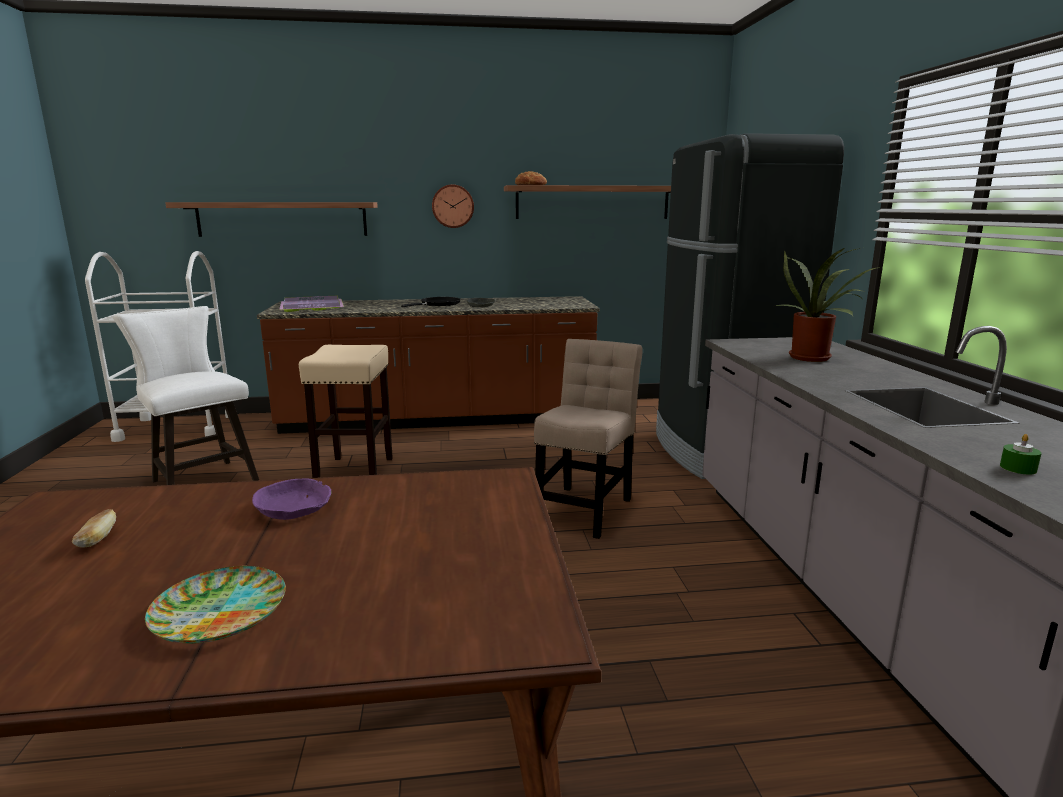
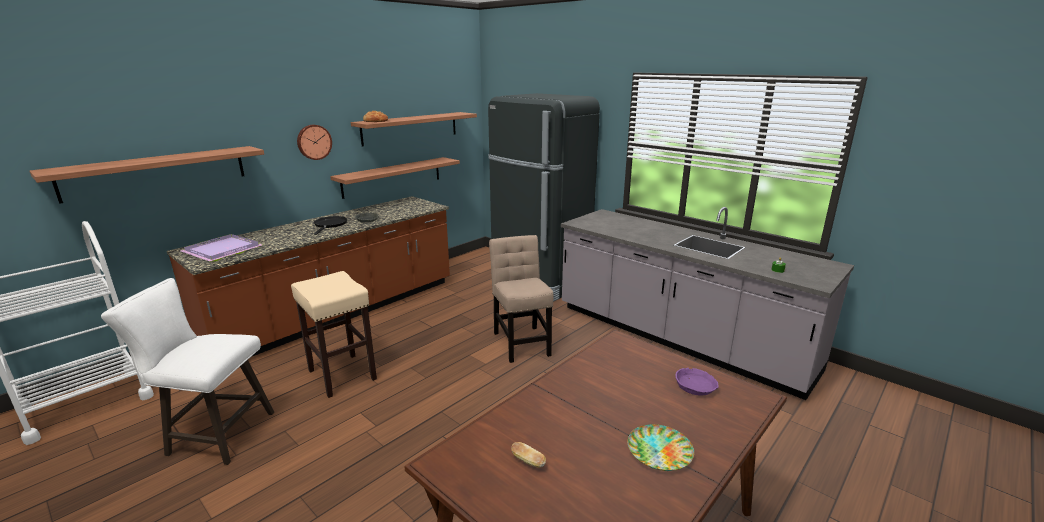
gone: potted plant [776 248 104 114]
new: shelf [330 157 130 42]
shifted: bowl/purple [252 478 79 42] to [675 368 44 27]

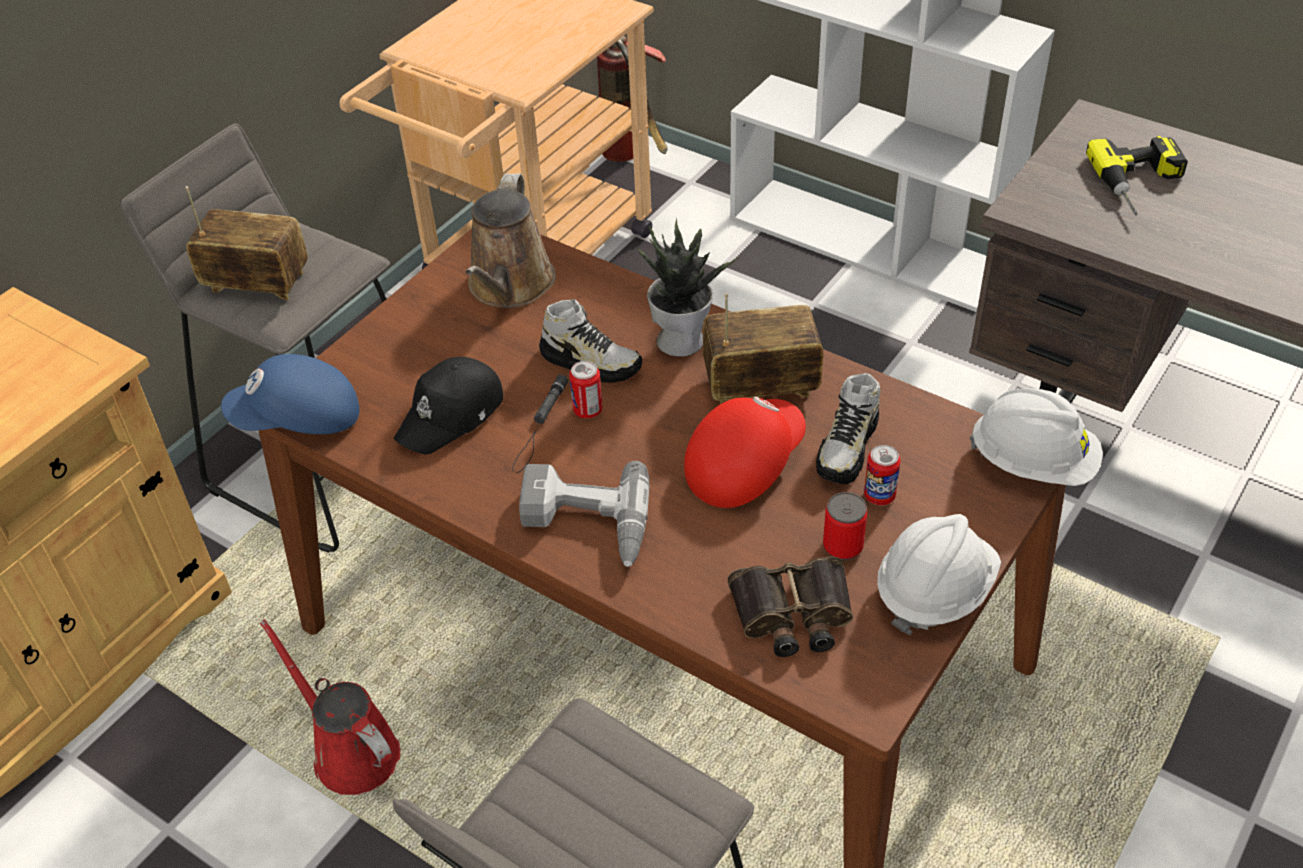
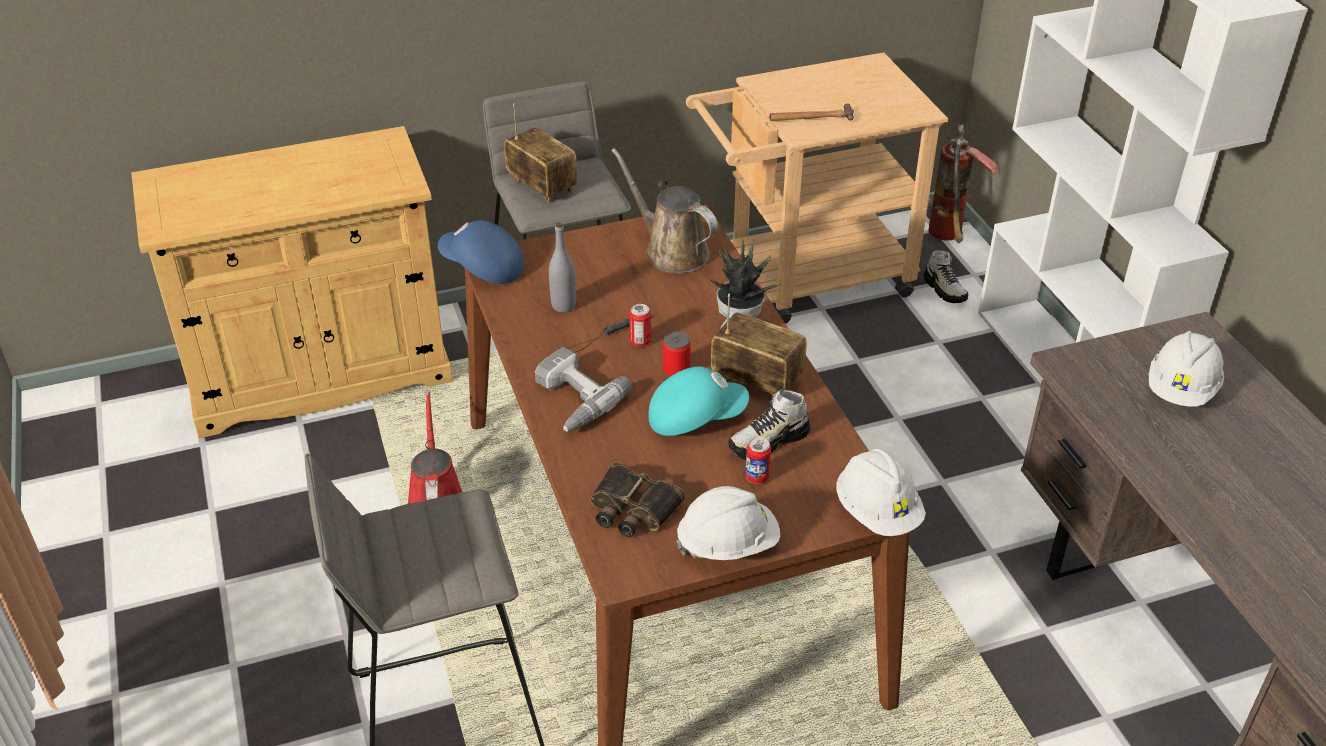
new: hammer [769 104 85 17]
shifted: shoe [539 299 104 84] to [924 250 44 53]; can [823 492 44 68] to [663 331 28 46]
swapped: cap/black [394 357 109 98] to bottle/grey [549 222 27 90]; power drill [1086 136 102 80] to hard hat/white [1149 331 75 76]
repainted: cap/red [684 397 122 111] to cap/turquoise [649 366 100 70]
rotated: watering can/brown [466 173 90 135] = [611 148 107 125] 90 degrees clockwise

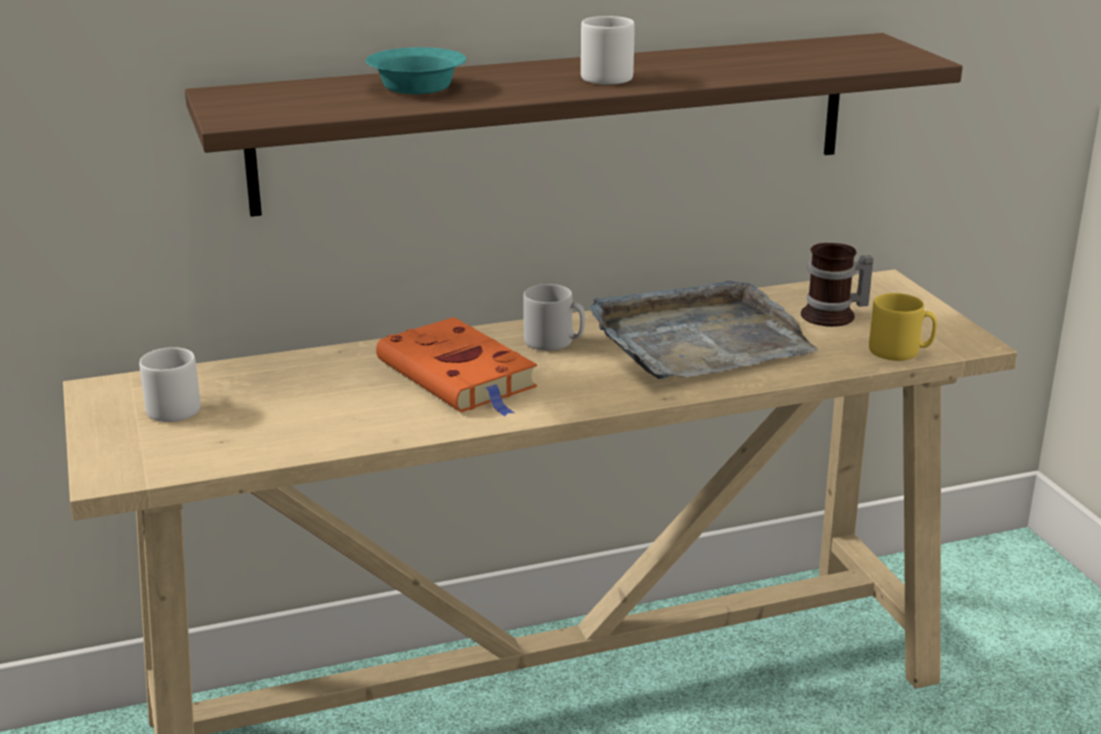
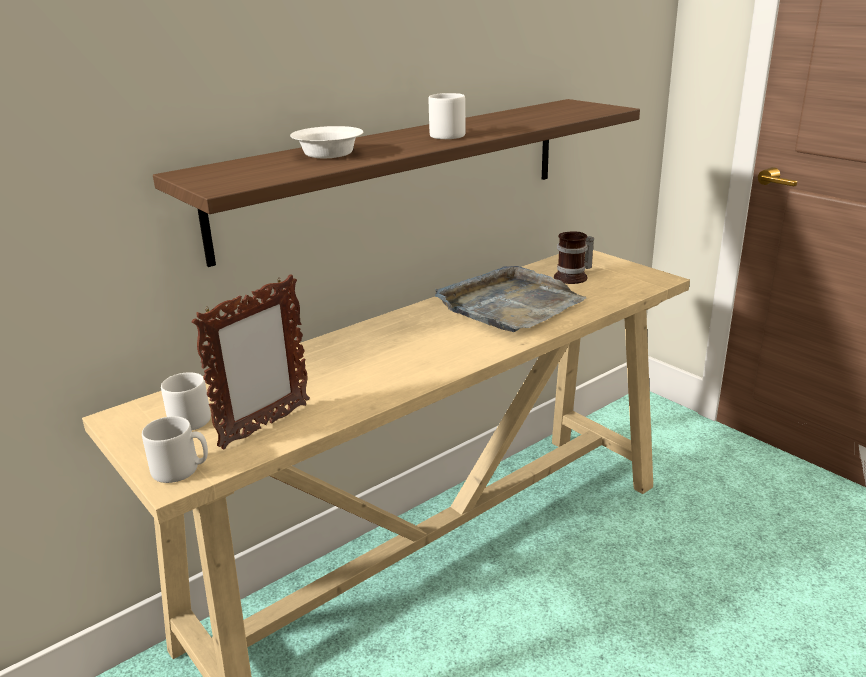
gone: book/orange [376 317 161 99]; mug/yellow [869 293 68 68]
new: picture frame [192 274 118 176]
shifted: mug/grey [523 284 62 67] to [142 416 66 67]
repainted: bowl/turquoise [366 47 100 47] to bowl/white [290 126 73 32]

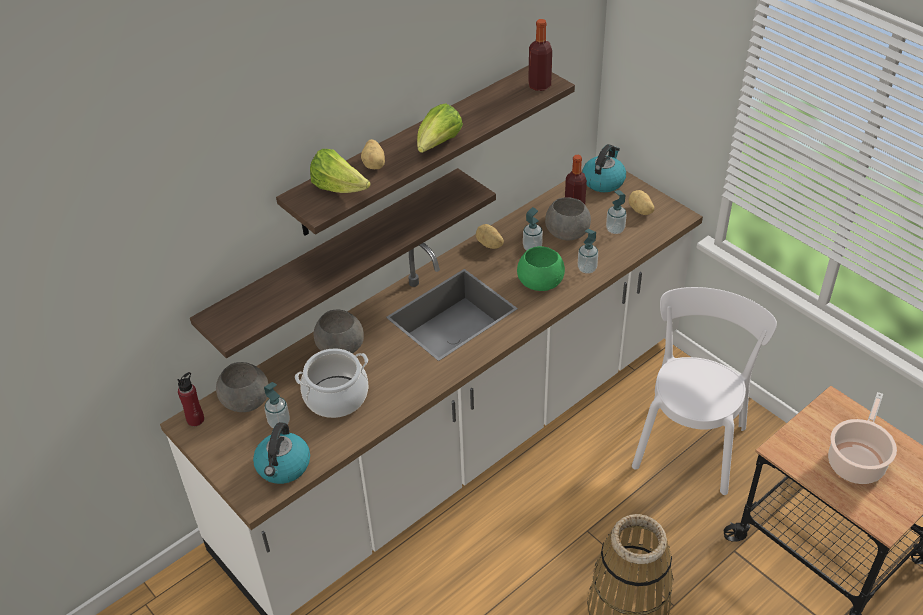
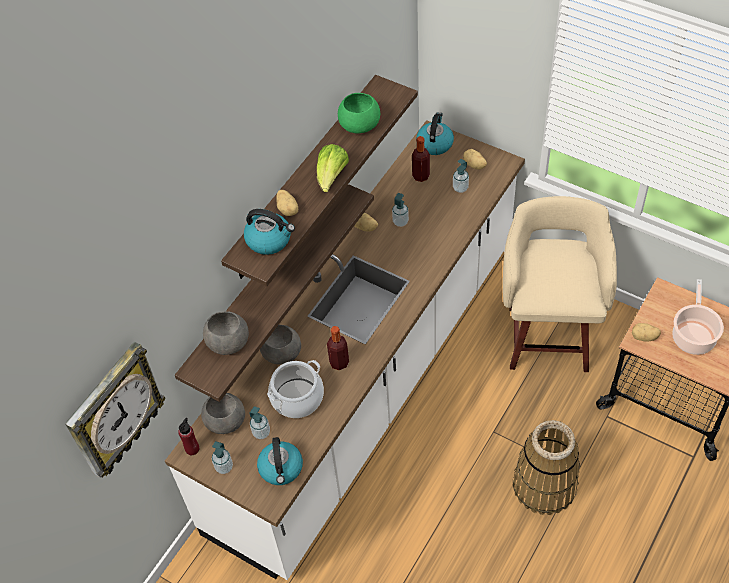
new: wall clock [65 342 101 136]; potato [632 323 29 19]
shifted: bowl/green [517 246 48 45] to [338 93 42 41]; bottle [528 19 24 72] to [327 326 22 44]; bowl/grey [545 197 46 43] to [203 311 46 44]; soap dispenser [578 229 20 45] to [212 441 21 33]
swapped: lettuce [310 149 61 44] to kettle [244 209 51 46]; chair/white [632 287 145 208] to stool/beige [503 196 114 176]

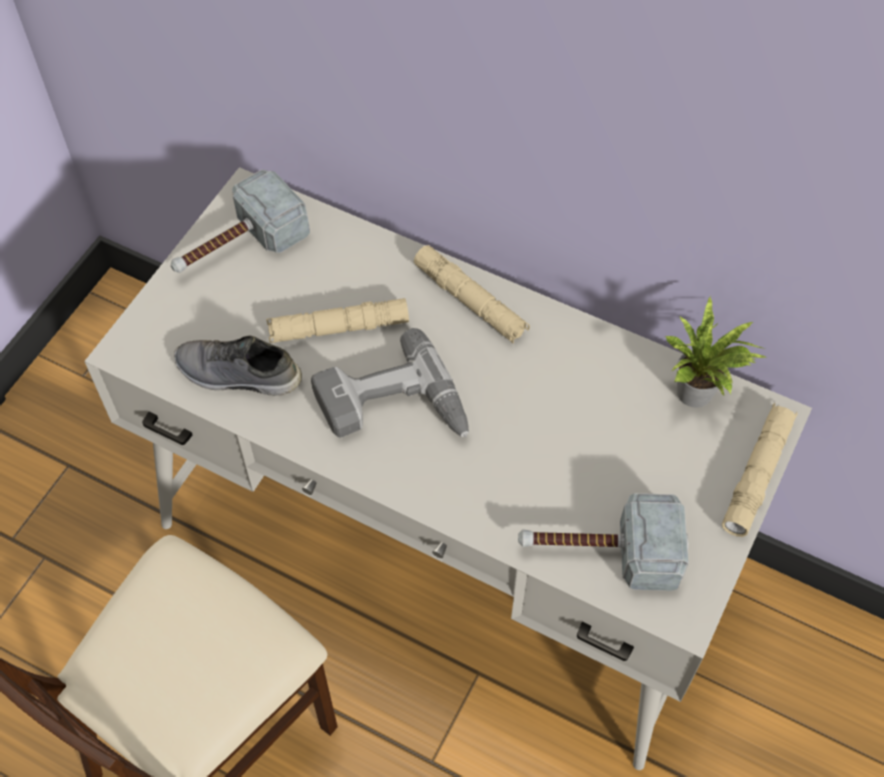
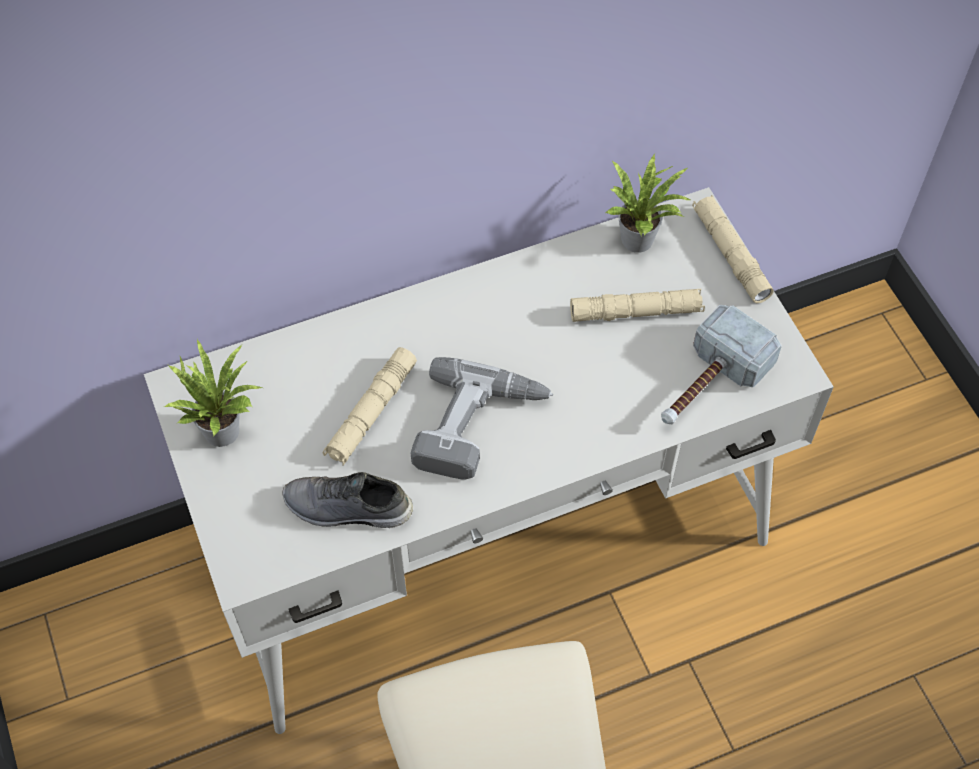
shifted: flashlight/beige [414 245 116 99] to [570 289 135 33]
swapped: hammer [171 170 139 103] to potted plant [164 340 98 107]
rotated: shoe/grey [174 336 128 60] = [283 472 130 56] 45 degrees clockwise

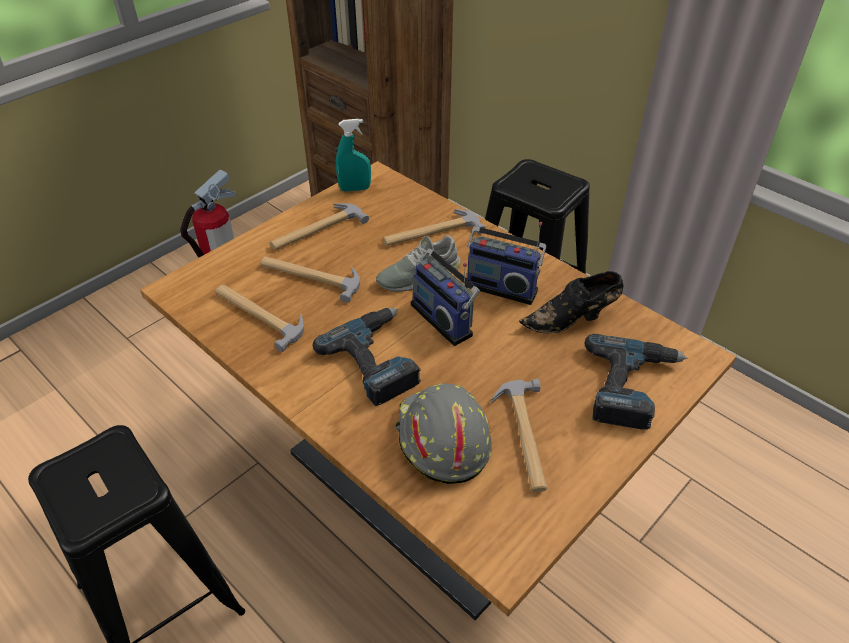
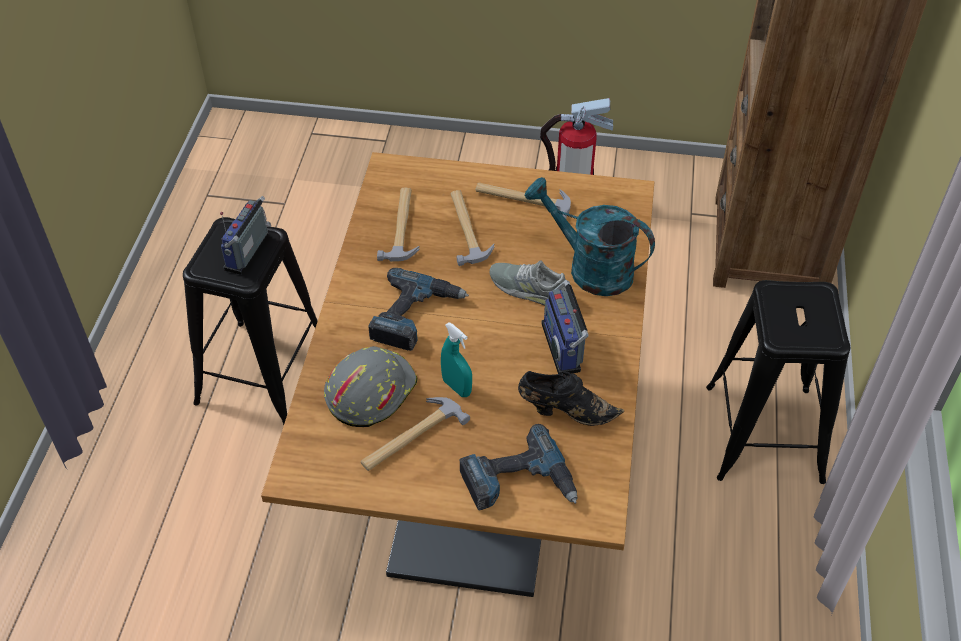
shifted: spray bottle/turquoise [336 119 35 72] to [441 322 31 75]; radio [411 248 69 98] to [220 196 51 79]
swapped: hammer [383 209 103 37] to watering can/turquoise [525 177 130 119]
rotated: shoe/black [519 271 104 62] = [518 371 106 55] 150 degrees clockwise

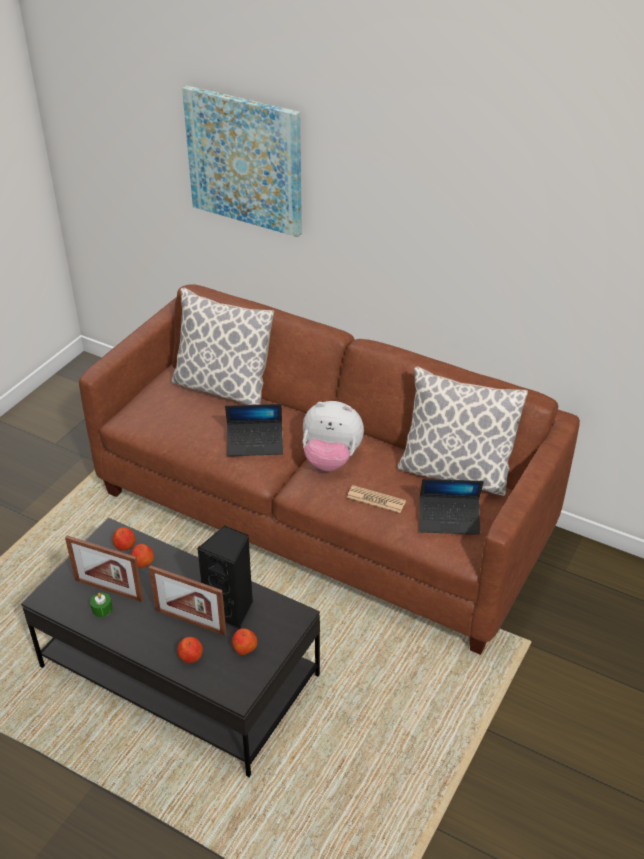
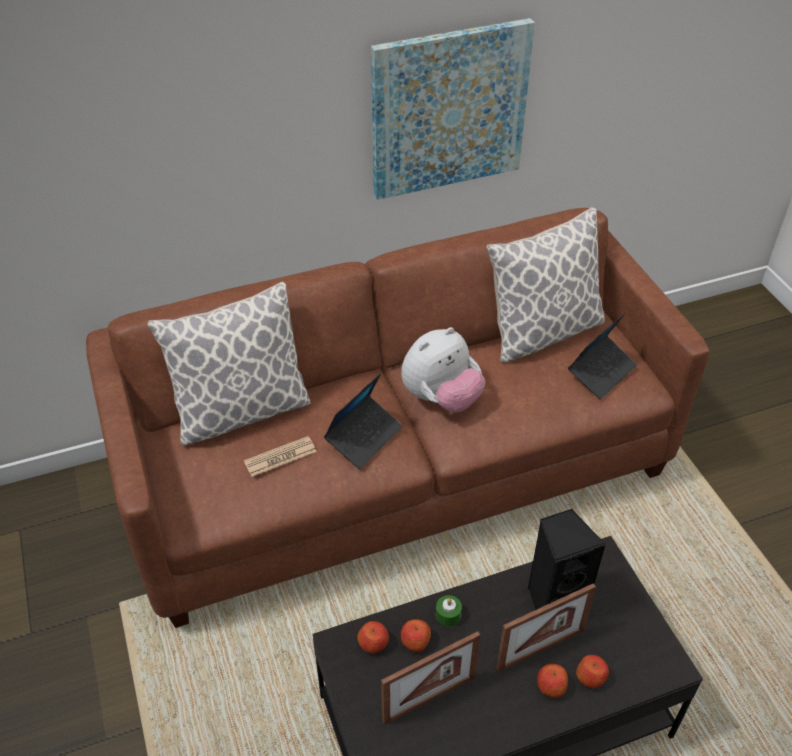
shifted: candle/green [90 593 22 24] to [436 595 26 32]; picture [182 85 120 152] to [371 18 164 182]; apple [232 628 25 27] to [537 664 31 34]; newspaper [347 485 59 28] to [244 436 73 41]

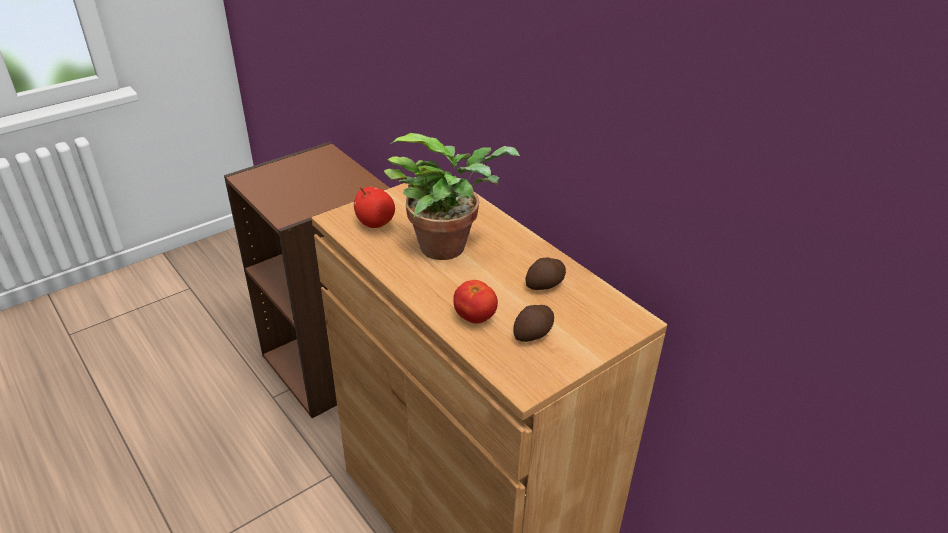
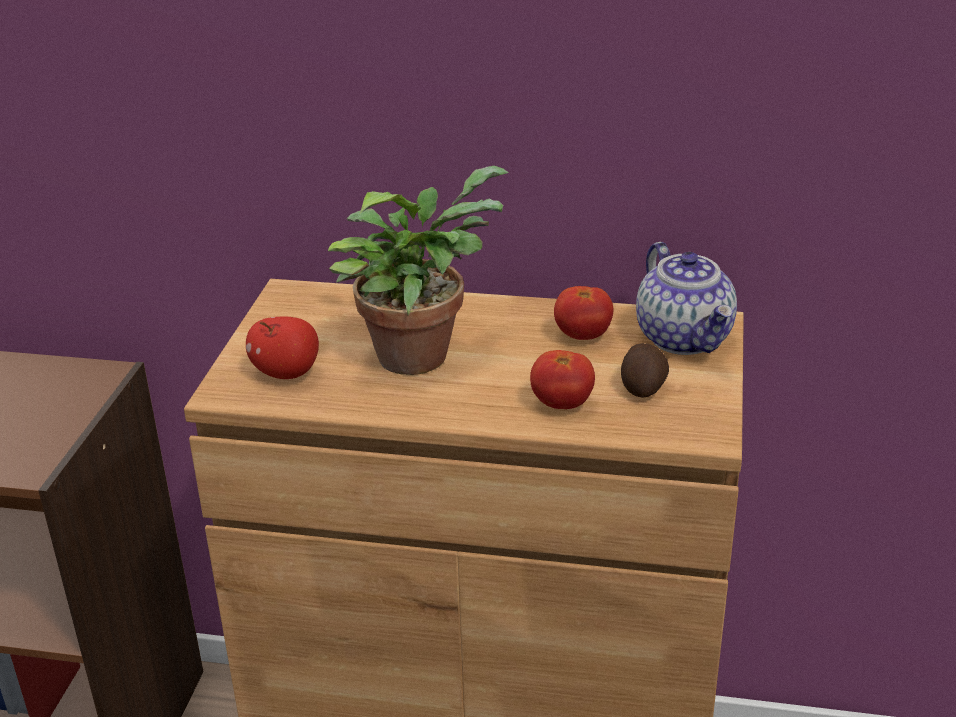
new: teapot [636 242 101 113]
swapped: potato [525 257 41 33] to tomato [554 286 59 54]

